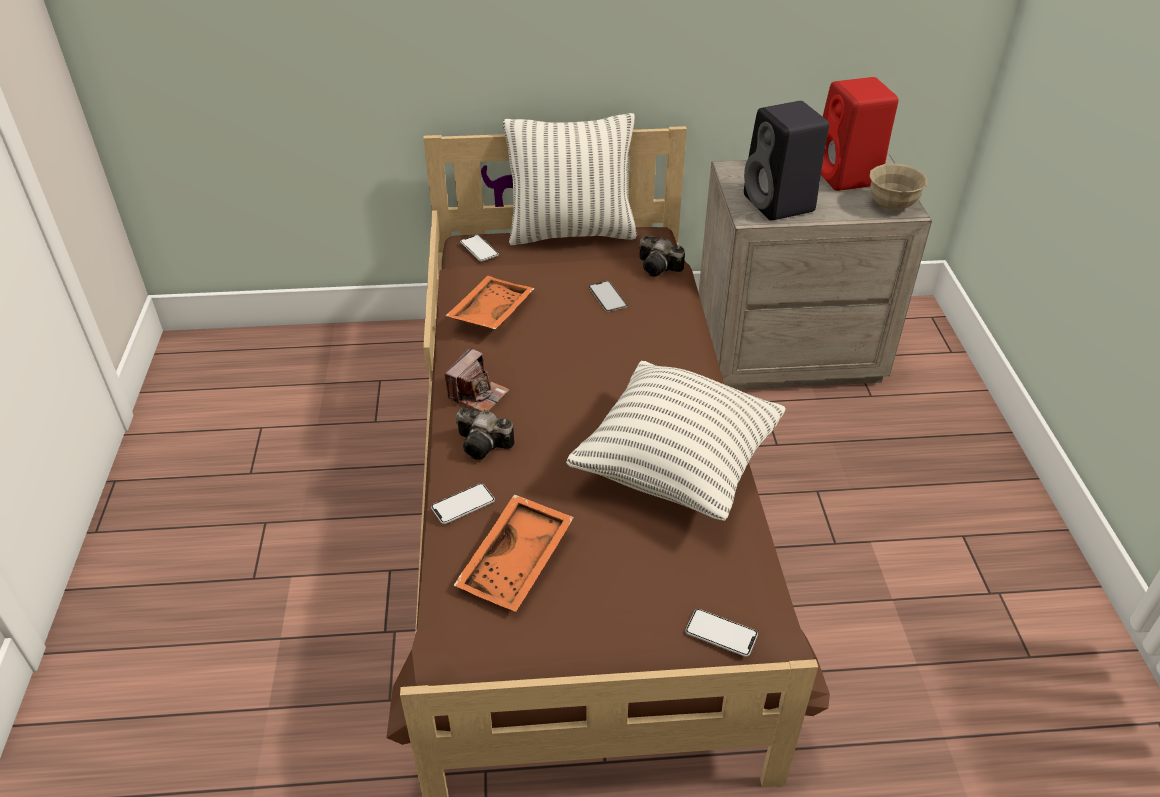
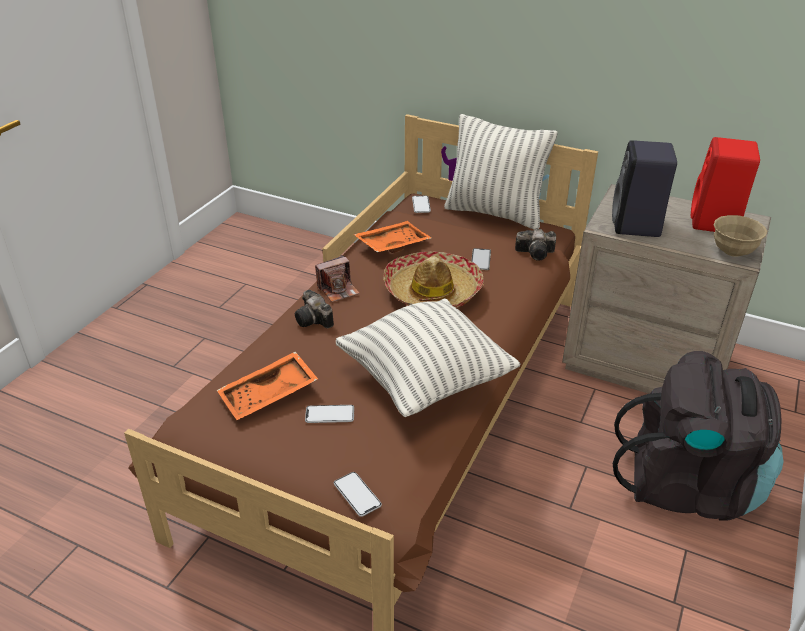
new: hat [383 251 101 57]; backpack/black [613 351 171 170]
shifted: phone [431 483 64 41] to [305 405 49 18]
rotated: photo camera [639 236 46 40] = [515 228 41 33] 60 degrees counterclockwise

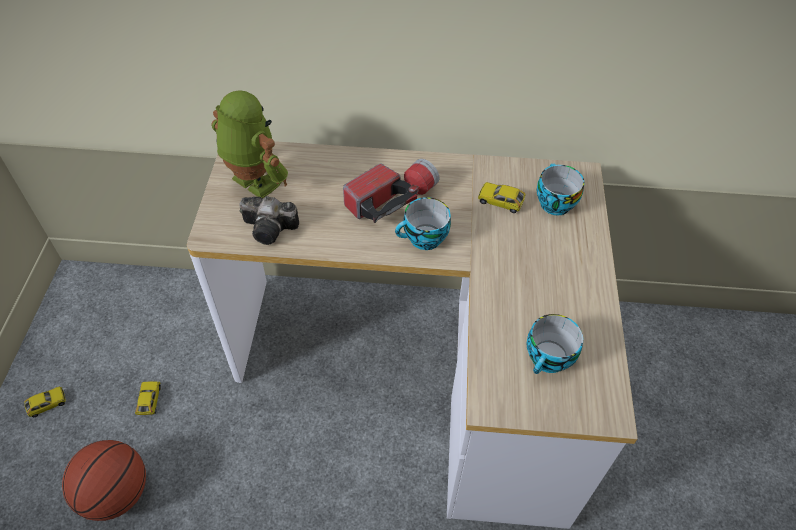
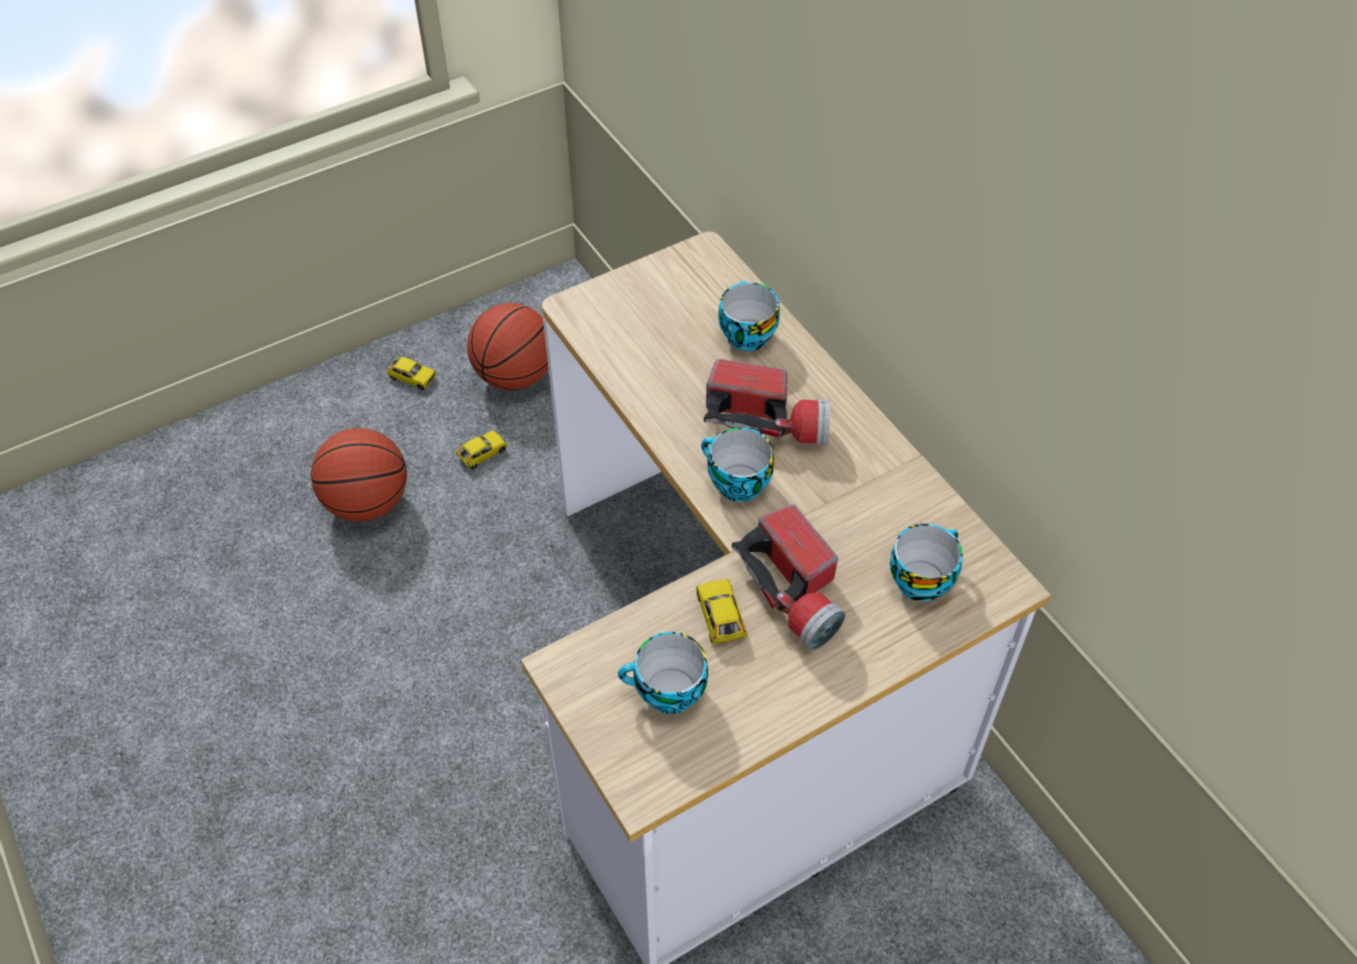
gone: toy robot [212 90 76 108]; photo camera [239 196 60 49]
new: basketball [467 303 82 87]; cup [718 281 62 70]; flashlight [732 504 113 146]
shifted: toy car [478 182 48 31] to [696 579 51 65]

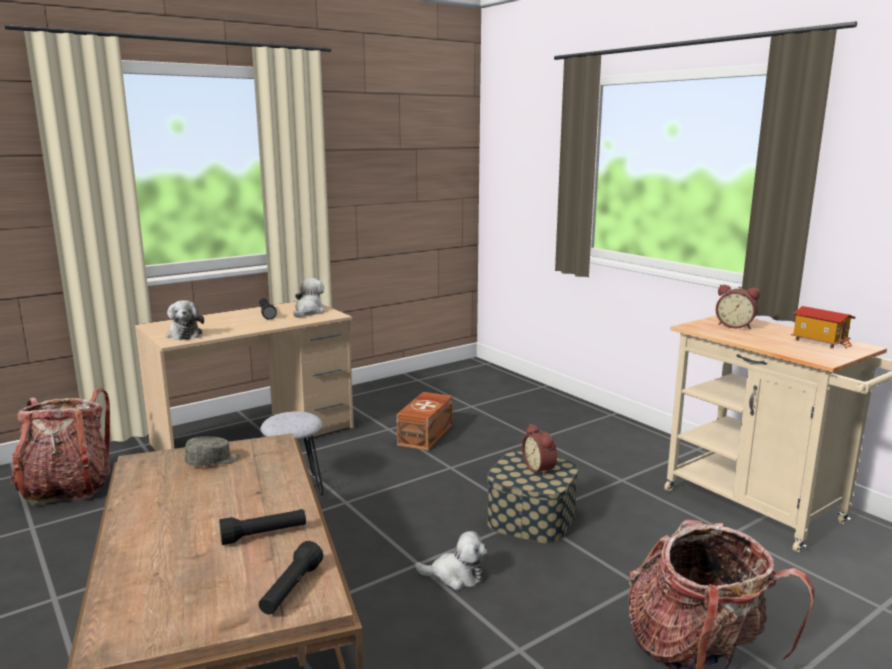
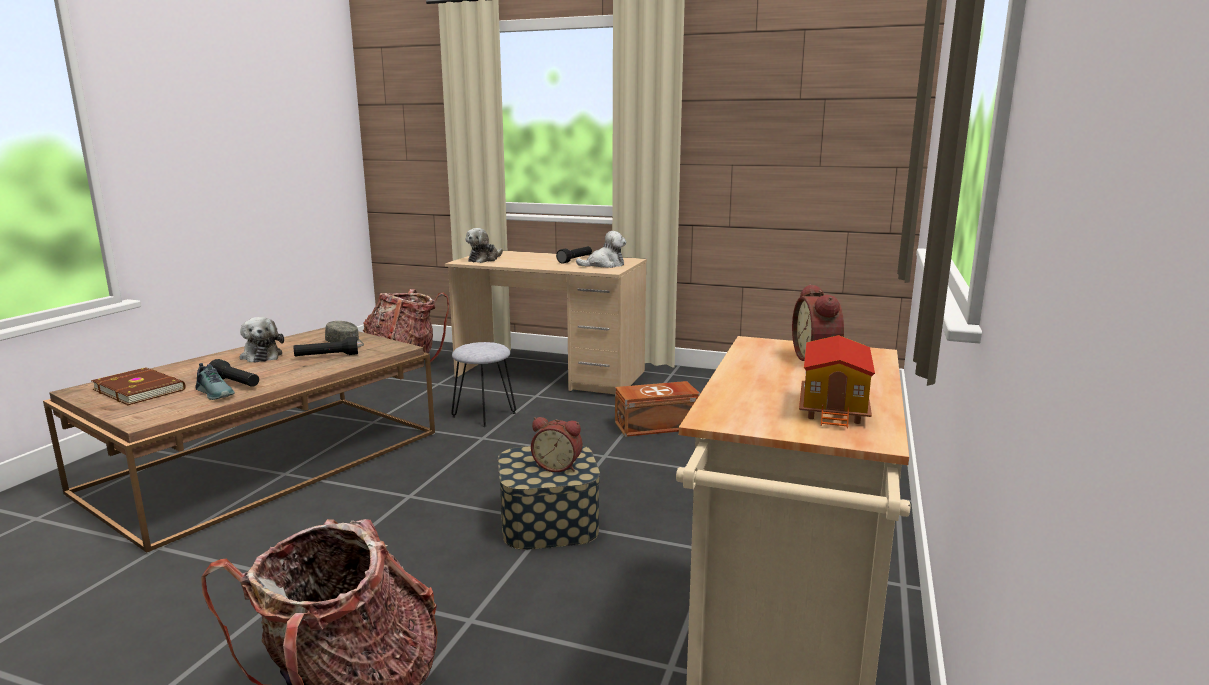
new: book/brown [91 367 95 38]; shoe [195 363 40 37]
shifted: flashlight/black [259 541 64 73] to [294 337 64 19]; plush toy [415 531 72 59] to [240 317 44 46]
rotated: alarm clock [522 424 35 52] = [531 417 51 55] 105 degrees counterclockwise

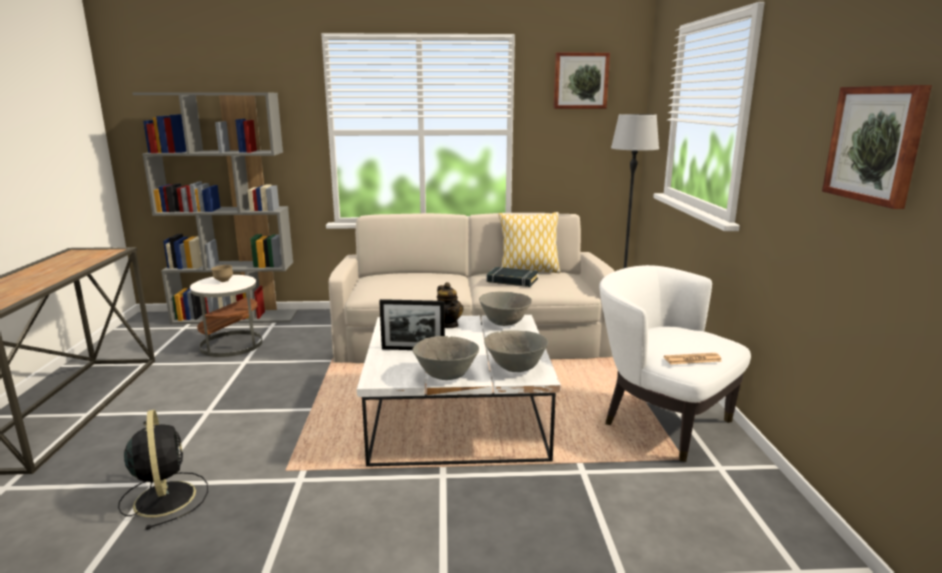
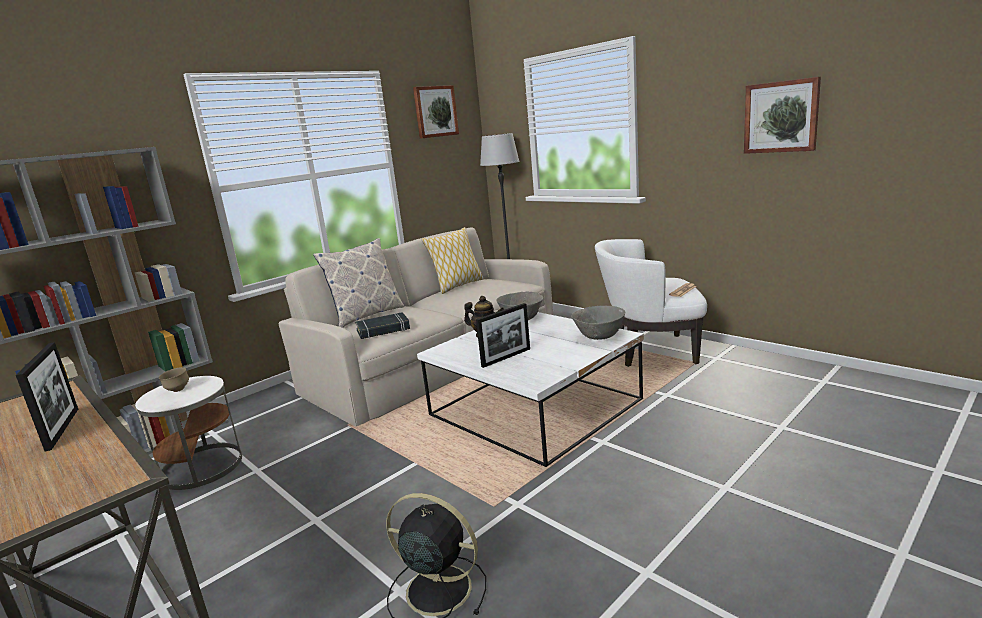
gone: bowl/grey [412 336 67 44]
new: picture frame [16 342 62 110]; pillow [313 238 91 90]
shifted: book/black [487 267 51 20] to [355 312 55 27]

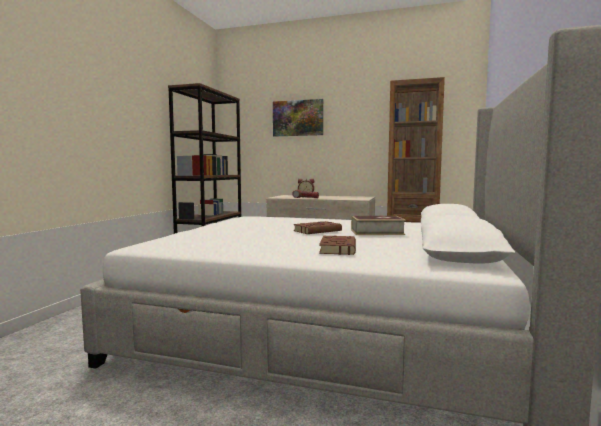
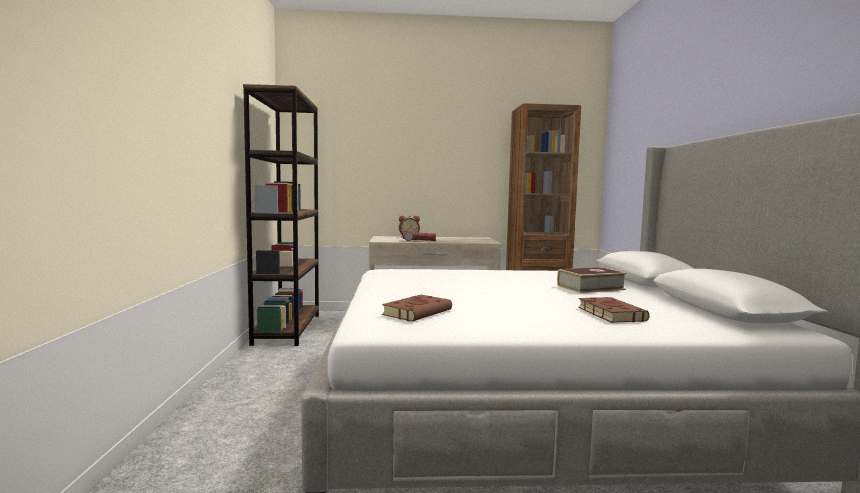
gone: picture [273 99 50 37]
shifted: book/brown [294 221 48 13] to [382 295 70 27]

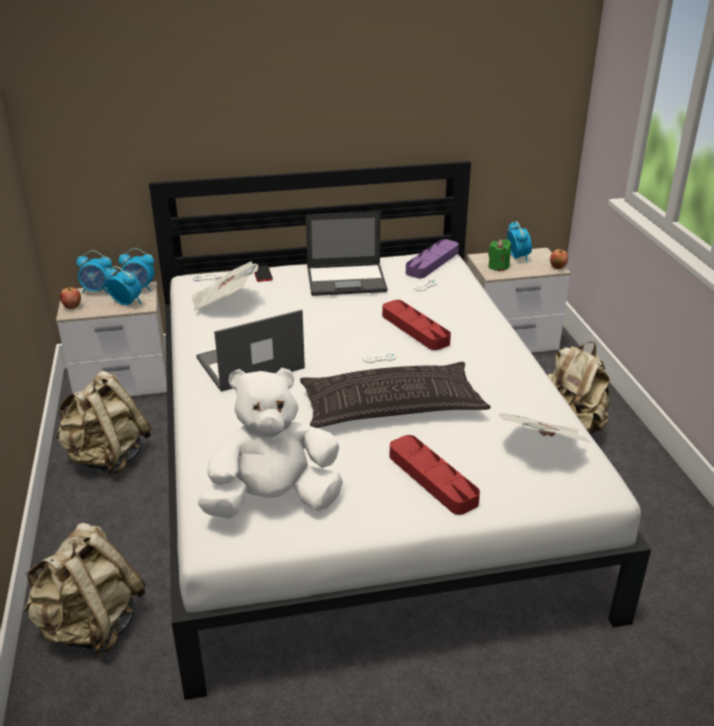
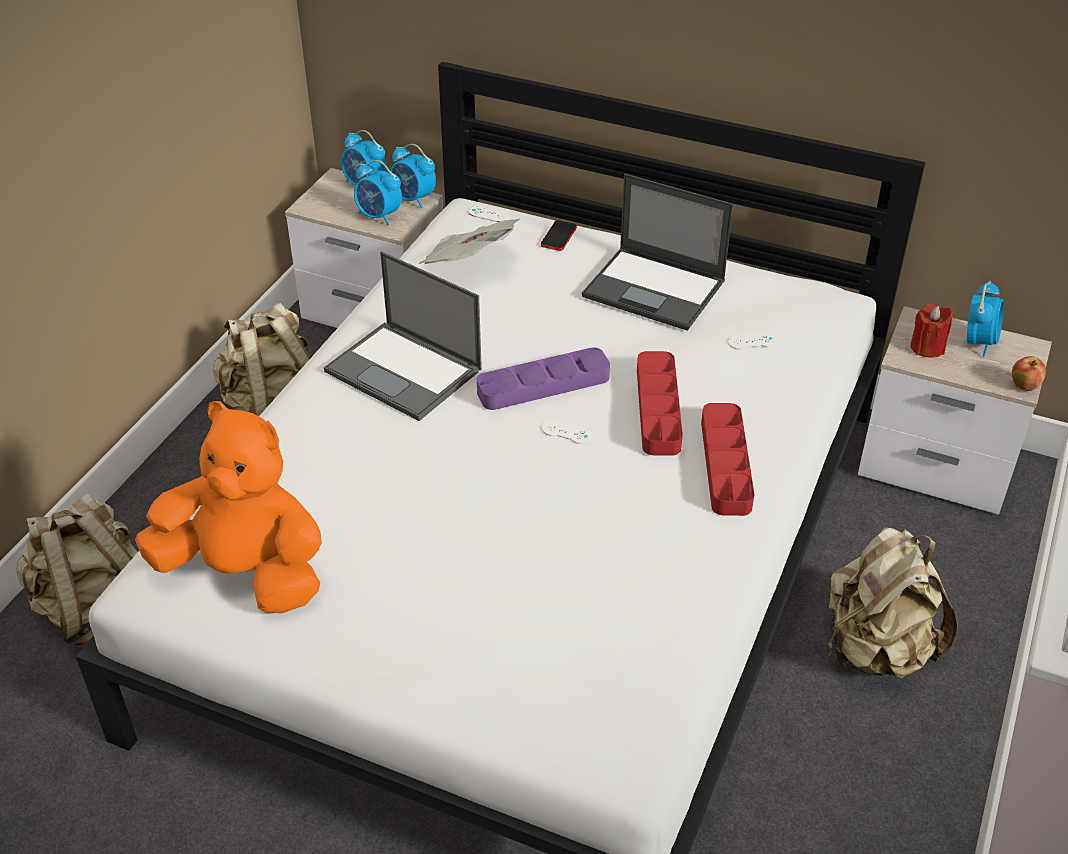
gone: apple [60 287 21 22]; pillow [300 362 191 66]; newspaper [499 413 91 29]
shifted: tray/red [390 435 90 80] to [701 403 53 113]; tray/purple [406 239 53 40] to [477 348 133 62]
repainted: plush toy/white [197 368 146 150] to plush toy/orange [135 401 187 213]; candle/green [488 239 23 32] to candle/red [910 304 43 54]
rotated: alarm clock [104 266 38 39] = [354 160 48 65] 150 degrees clockwise; laptop [196 310 109 82] = [324 251 158 170] 150 degrees counterclockwise

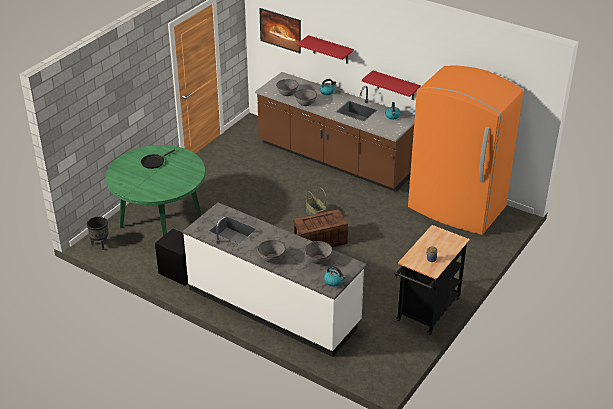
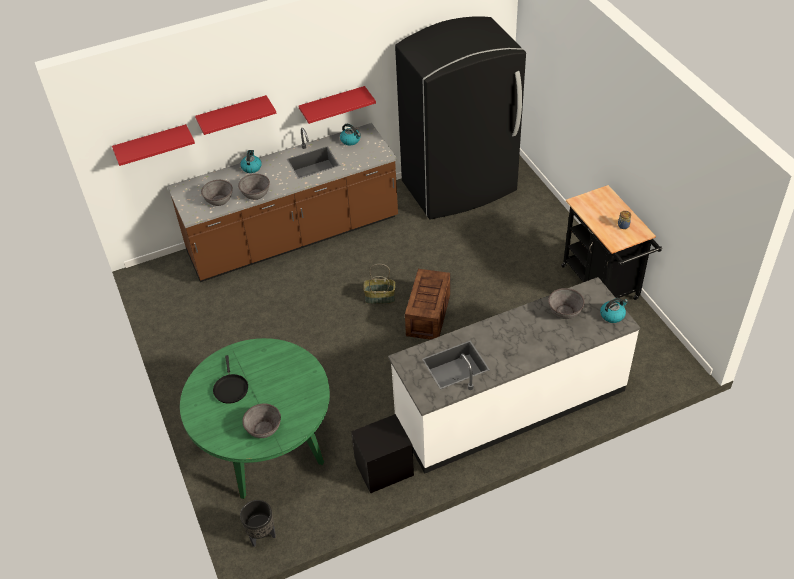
shifted: bowl/grey [258 240 28 23] to [242 404 39 34]
swapped: picture [259 8 42 45] to shelf/red [112 124 83 42]
repainted: fridge/orange [408 66 116 169] to fridge/black [395 16 131 204]

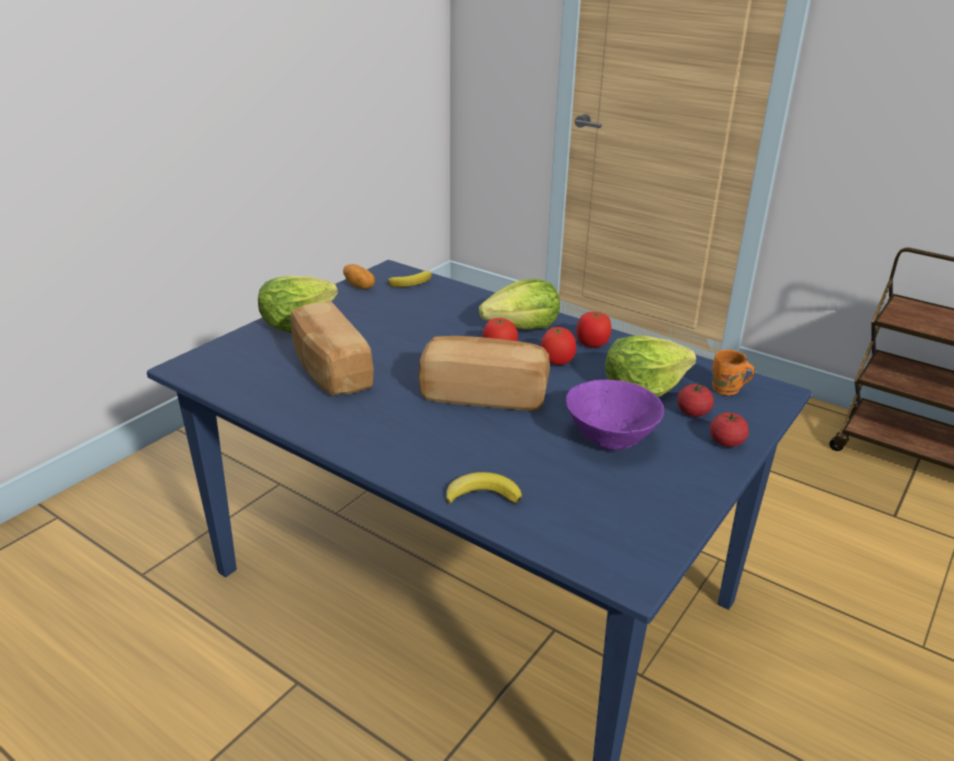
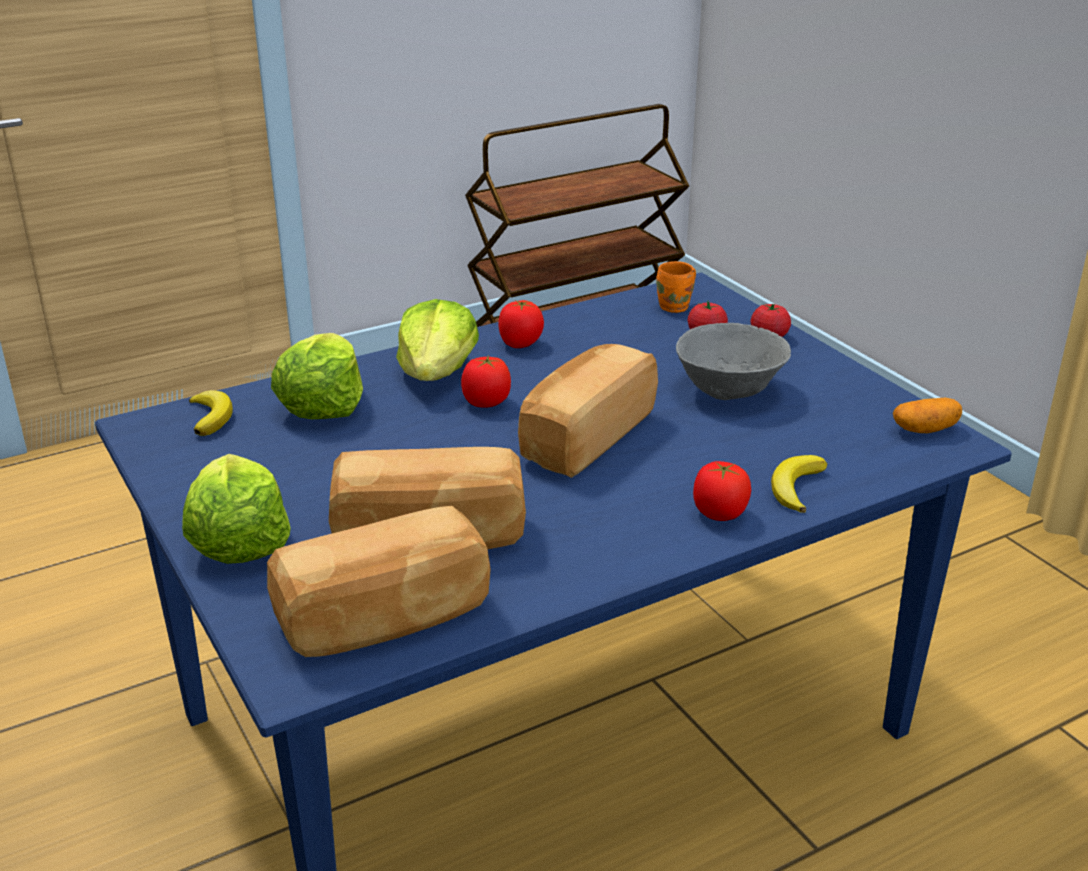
new: bread [267 506 224 151]
shifted: potato [343 264 32 25] to [893 398 69 35]; tomato [541 327 35 38] to [693 461 58 60]; lettuce [605 336 91 61] to [271 333 92 86]
repainted: bowl/purple [566 379 98 71] to bowl/grey [676 323 115 77]

